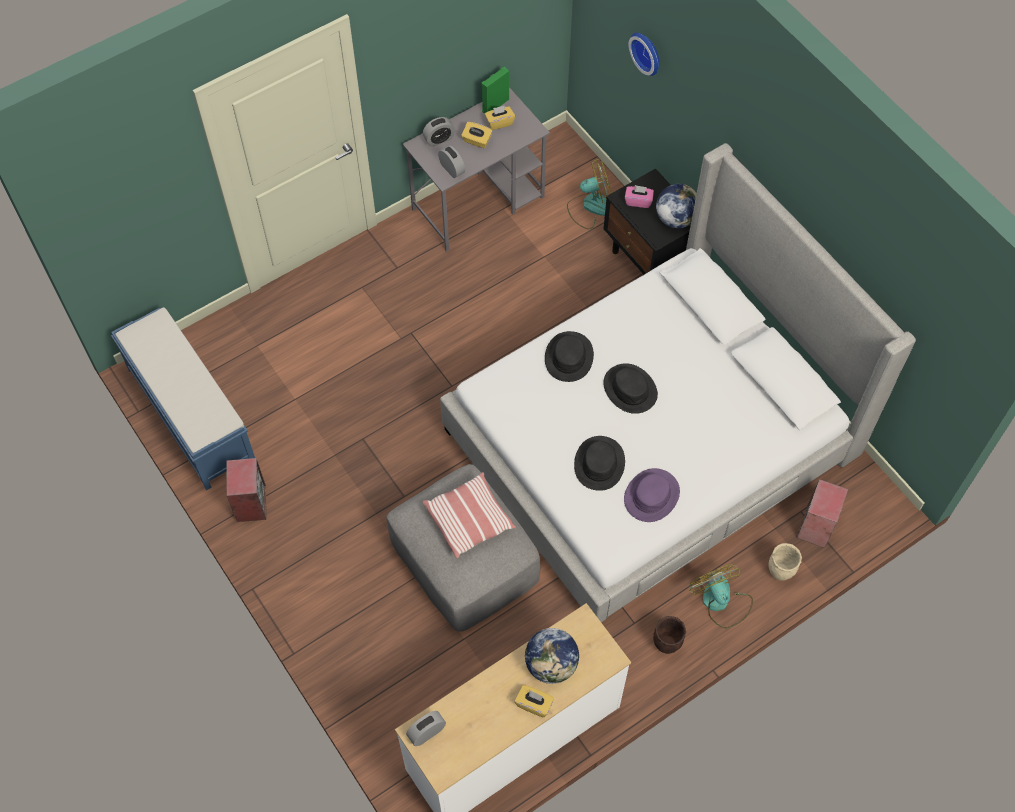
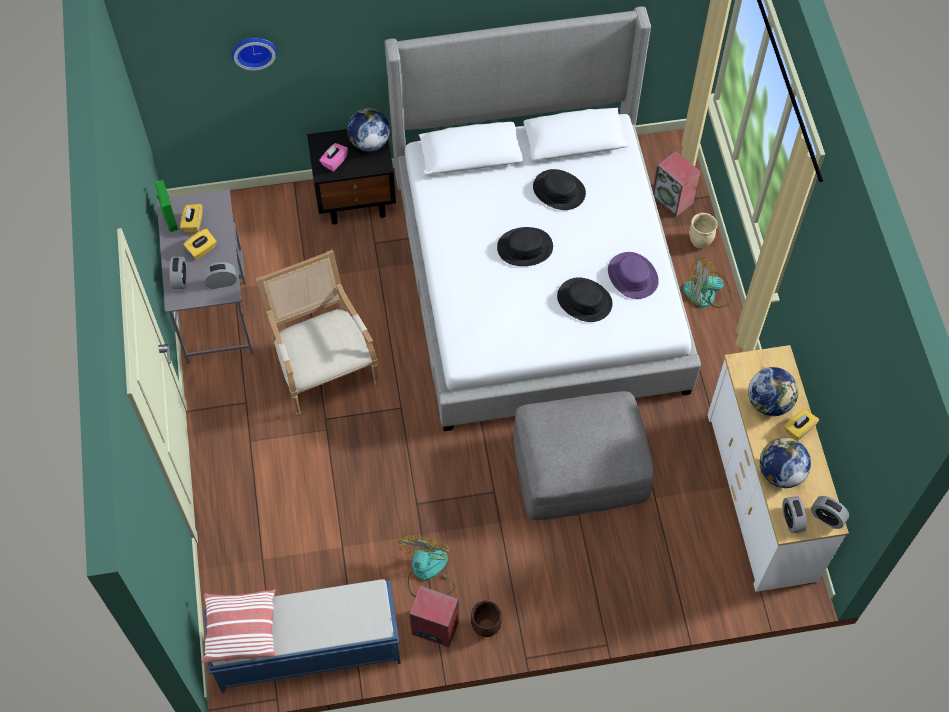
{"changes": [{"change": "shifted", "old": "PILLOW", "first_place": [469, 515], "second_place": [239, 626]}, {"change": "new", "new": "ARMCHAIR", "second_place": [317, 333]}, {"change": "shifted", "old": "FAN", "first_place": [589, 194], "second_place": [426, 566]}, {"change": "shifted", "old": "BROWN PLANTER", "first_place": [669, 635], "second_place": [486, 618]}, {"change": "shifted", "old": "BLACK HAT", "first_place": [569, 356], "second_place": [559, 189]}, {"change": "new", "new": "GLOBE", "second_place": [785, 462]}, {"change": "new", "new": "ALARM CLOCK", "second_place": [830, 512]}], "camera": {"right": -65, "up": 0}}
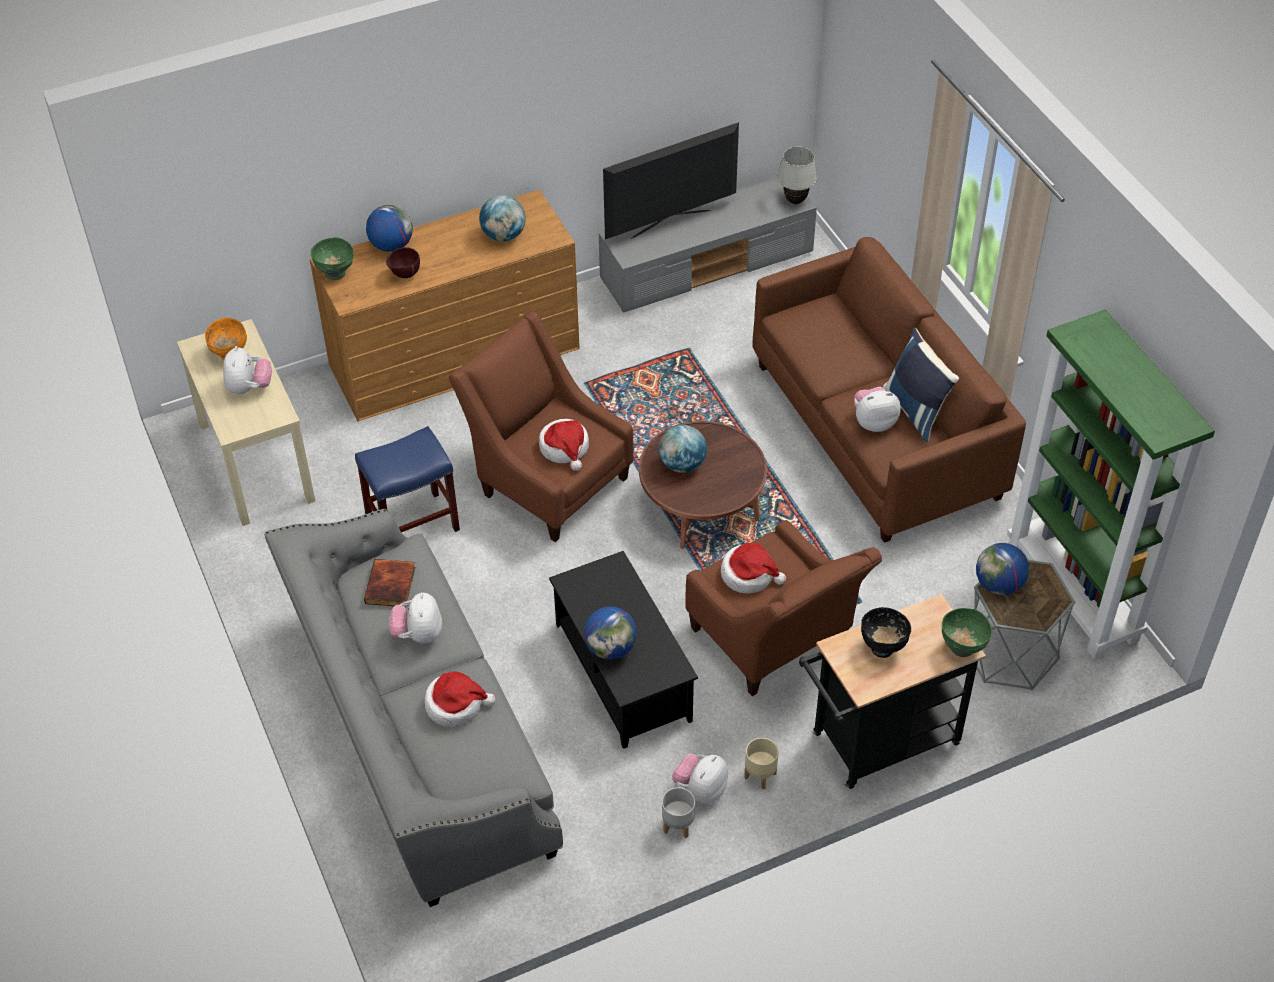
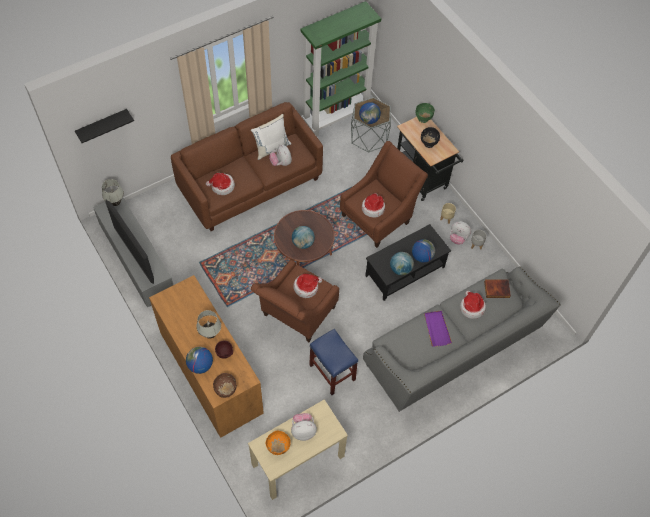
{"changes": [{"change": "new", "new": "BLACK SHELF", "second_place": [104, 126]}, {"change": "new", "new": "WHITE TABLE LAMP", "second_place": [208, 324]}, {"change": "new", "new": "HAT", "second_place": [220, 184]}, {"change": "repainted", "old": "GREEN BOWL", "new": "BROWN BOWL", "first_place": [332, 258], "second_place": [225, 385]}, {"change": "repainted", "old": "BLUE PILLOW", "new": "WHITE PILLOW", "first_place": [921, 385], "second_place": [271, 137]}, {"change": "shifted", "old": "GLOBE", "first_place": [502, 218], "second_place": [402, 263]}, {"change": "swapped", "old": "PLUSH TOY", "new": "PURPLE TRAY", "first_place": [415, 618], "second_place": [438, 328]}, {"change": "shifted", "old": "BOOK", "first_place": [389, 582], "second_place": [497, 288]}], "camera": {"right": -100, "up": 10}}
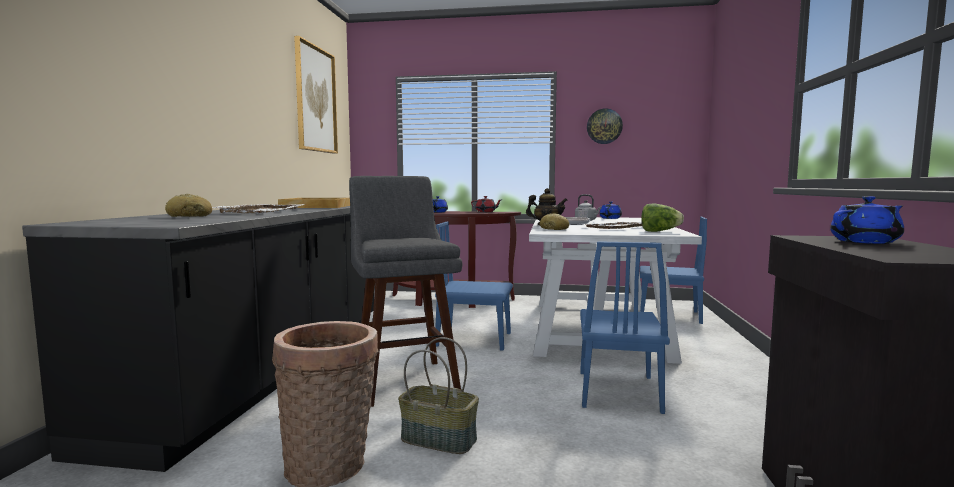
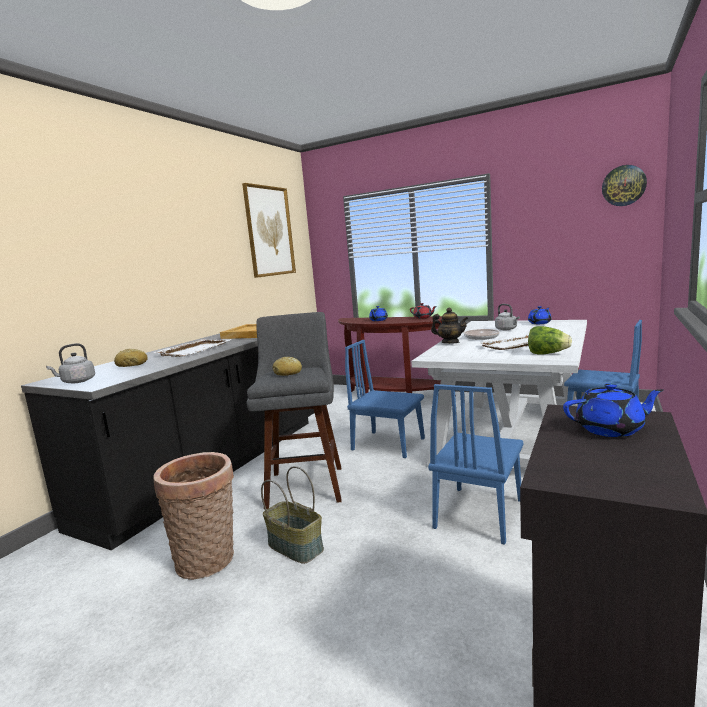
{"changes": [{"change": "new", "new": "GREY KETTLE", "second_place": [70, 363]}, {"change": "shifted", "old": "BREAD", "first_place": [554, 221], "second_place": [287, 366]}, {"change": "shifted", "old": "WALL CLOCK", "first_place": [605, 126], "second_place": [624, 185]}], "camera": {"right": 20, "up": 5}}
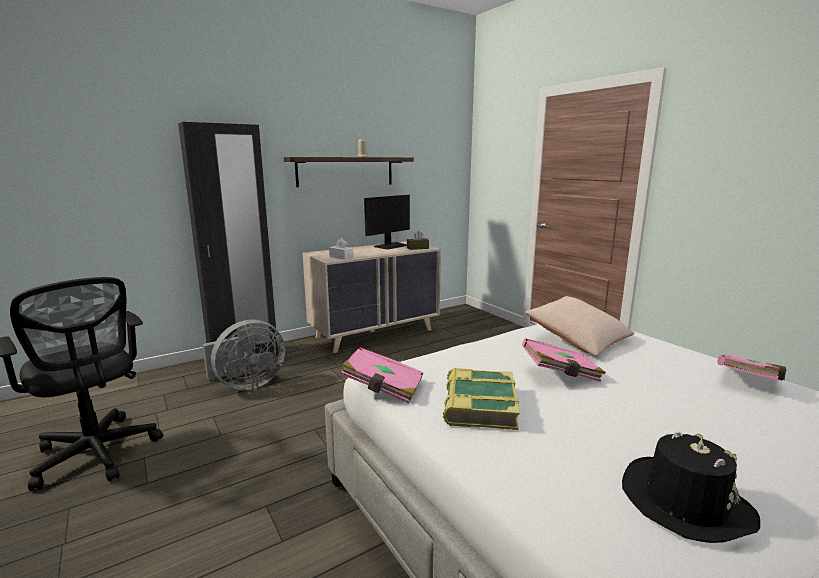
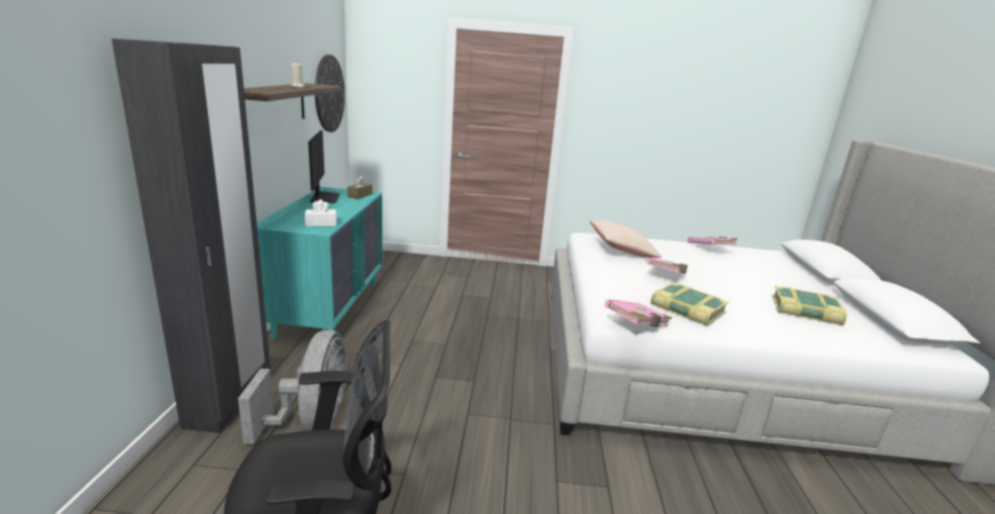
{"changes": [{"change": "repainted", "old": "BEIGE DRESSER", "new": "TURQUOISE DRESSER", "first_place": [371, 297], "second_place": [320, 263]}, {"change": "new", "new": "WALL CLOCK", "second_place": [330, 93]}, {"change": "swapped", "old": "BLACK HAT", "new": "BOOK", "first_place": [691, 487], "second_place": [809, 305]}], "camera": {"right": -55, "up": 5}}
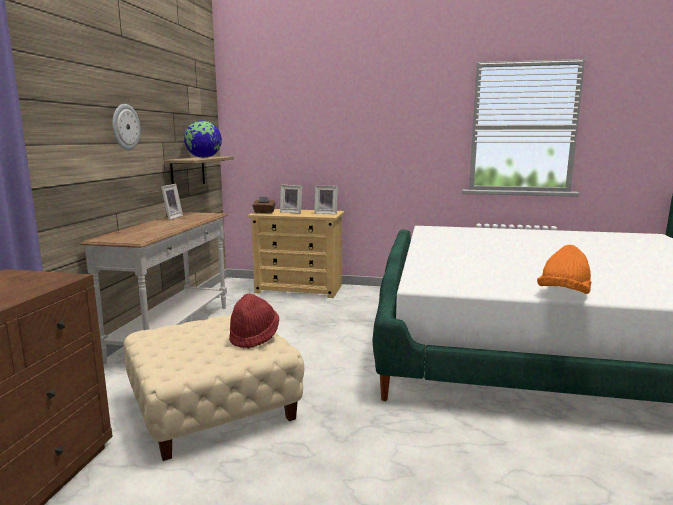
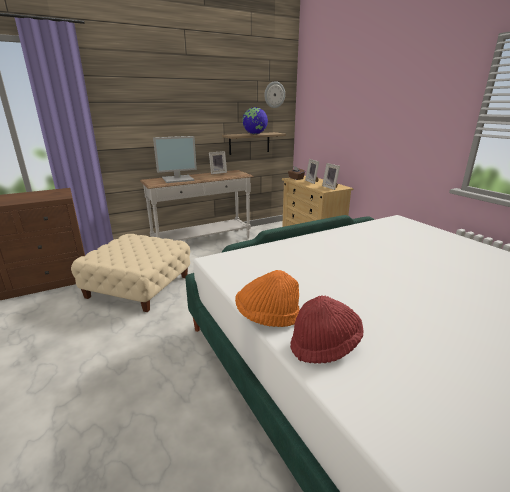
{"changes": [{"change": "new", "new": "MONITOR", "second_place": [175, 159]}, {"change": "shifted", "old": "WALL CLOCK", "first_place": [126, 127], "second_place": [274, 94]}, {"change": "shifted", "old": "RED HAT", "first_place": [254, 321], "second_place": [326, 329]}], "camera": {"right": 50, "up": 10}}
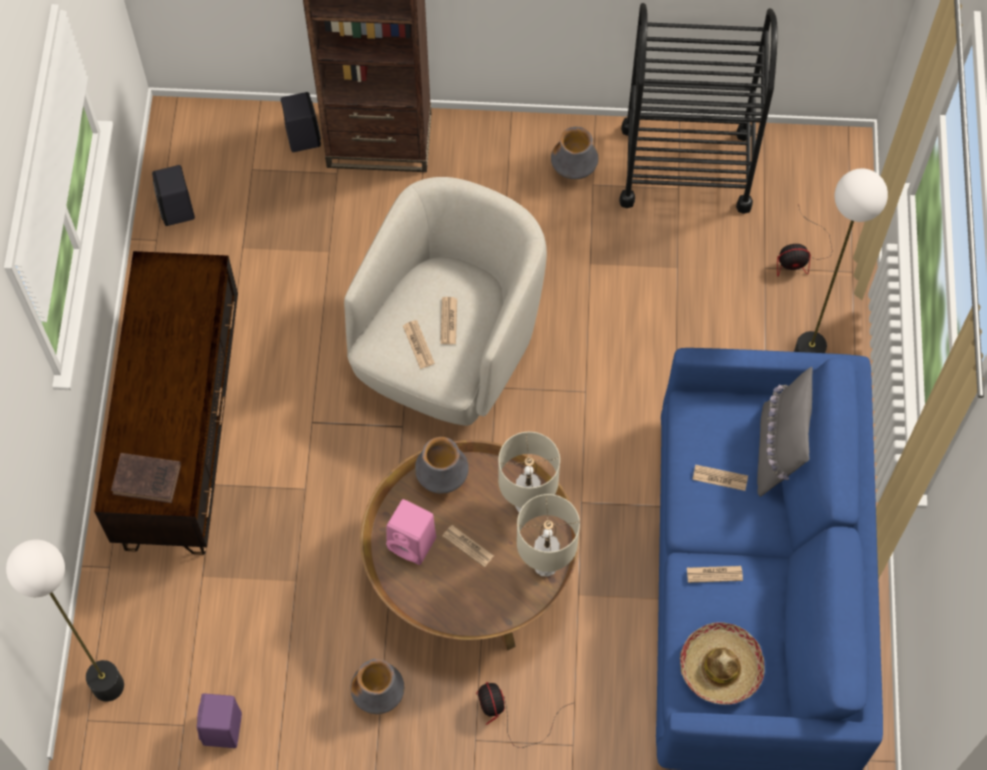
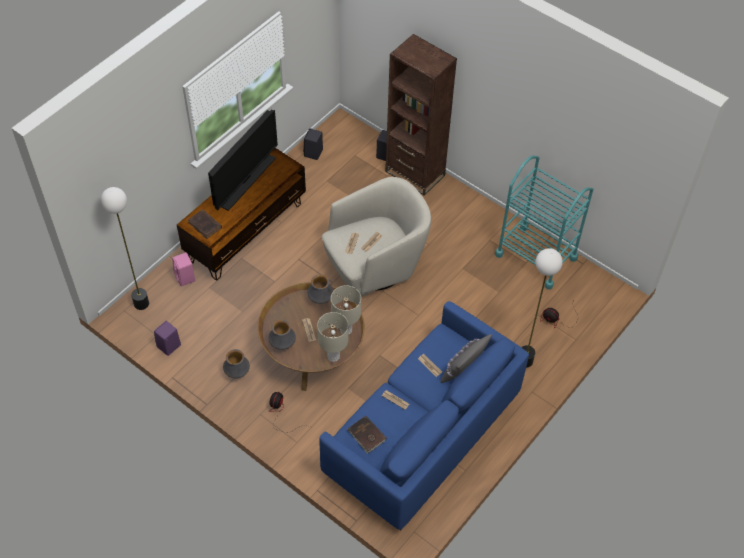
{"changes": [{"change": "shifted", "old": "PINK SPEAKER", "first_place": [411, 532], "second_place": [183, 269]}, {"change": "new", "new": "TELEVISION", "second_place": [243, 160]}, {"change": "shifted", "old": "VASE", "first_place": [574, 153], "second_place": [282, 335]}, {"change": "swapped", "old": "HAT", "new": "BROWN BOOK", "first_place": [722, 663], "second_place": [367, 434]}, {"change": "repainted", "old": "BLACK CART", "new": "TURQUOISE CART", "first_place": [698, 108], "second_place": [544, 223]}], "camera": {"right": 35, "up": -10}}
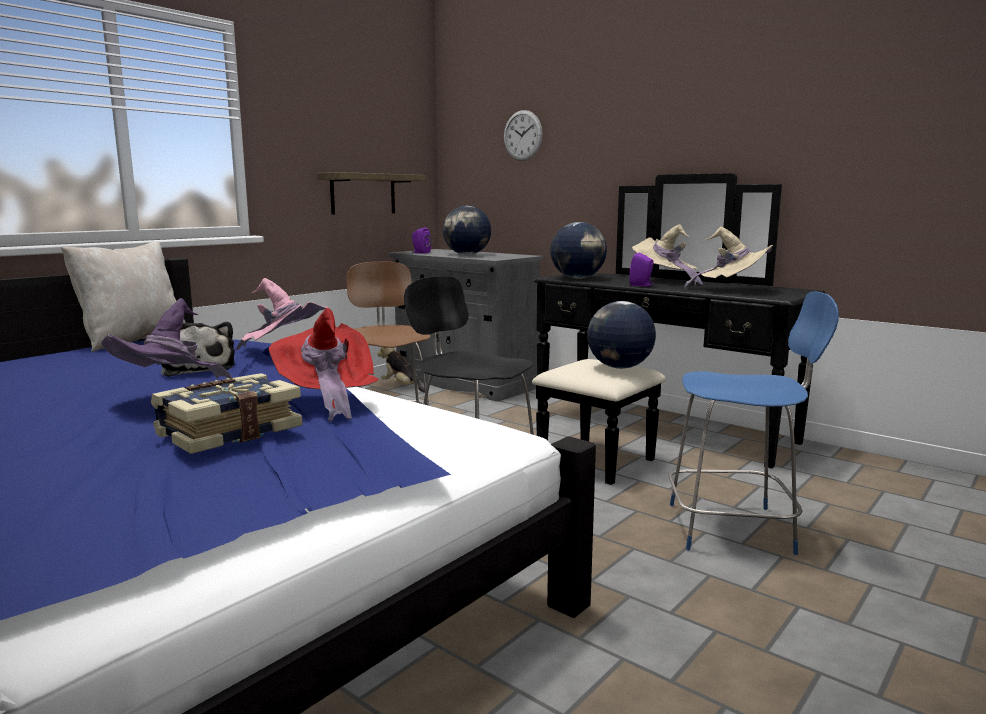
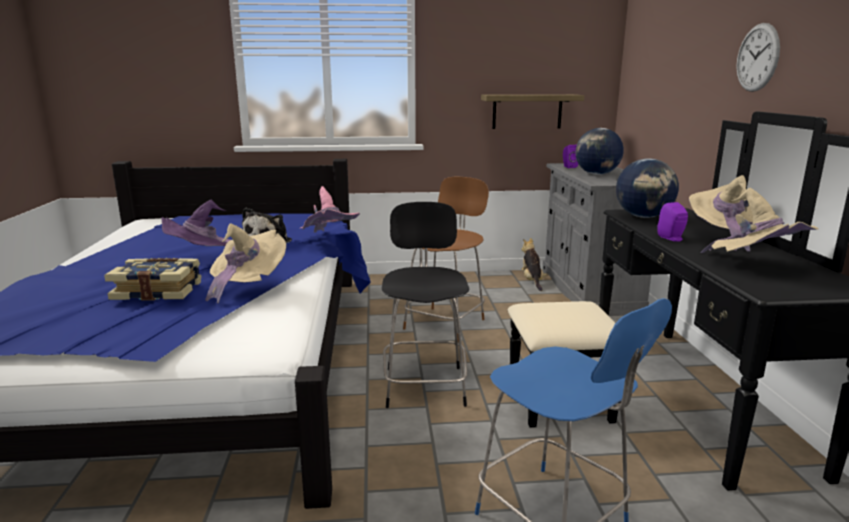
{"changes": [{"change": "repainted", "old": "RED HAT", "new": "BEIGE HAT", "first_place": [324, 365], "second_place": [245, 264]}, {"change": "shifted", "old": "WALL CLOCK", "first_place": [523, 135], "second_place": [758, 57]}, {"change": "gone", "old": "BEIGE PILLOW", "first_place": [123, 297]}, {"change": "gone", "old": "GLOBE", "first_place": [621, 335]}], "camera": {"right": 45, "up": 5}}
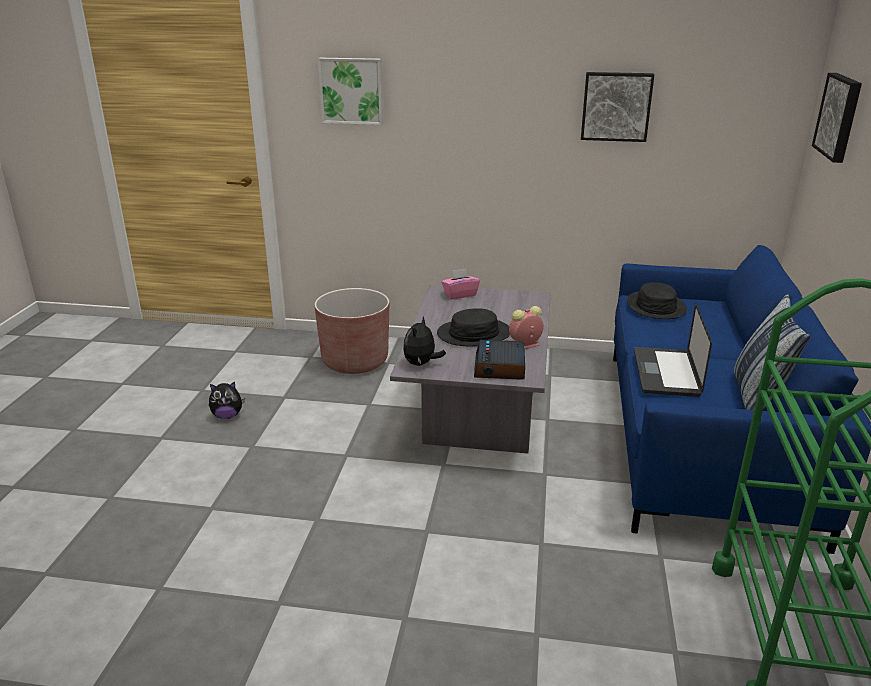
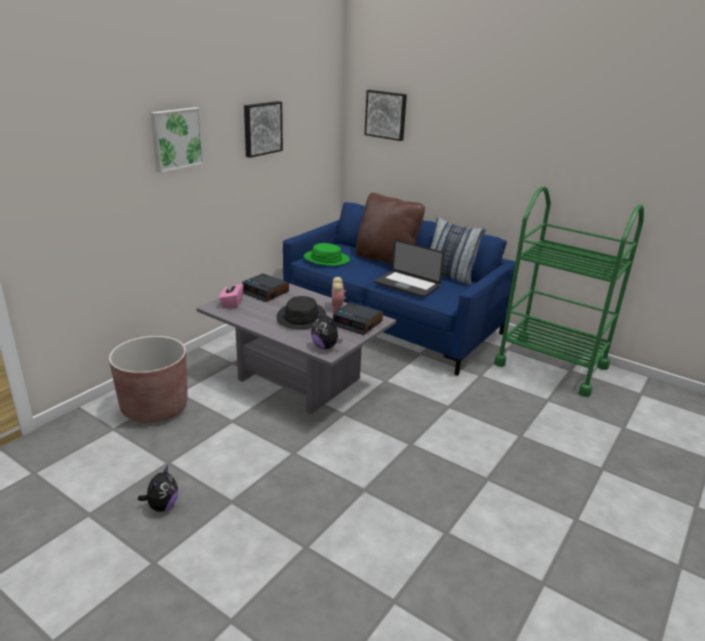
{"changes": [{"change": "shifted", "old": "PICTURE", "first_place": [350, 91], "second_place": [177, 140]}, {"change": "new", "new": "ALARM CLOCK", "second_place": [265, 287]}, {"change": "repainted", "old": "BLACK HAT", "new": "GREEN HAT", "first_place": [657, 300], "second_place": [327, 254]}, {"change": "new", "new": "BROWN PILLOW", "second_place": [390, 229]}], "camera": {"right": -65, "up": 0}}
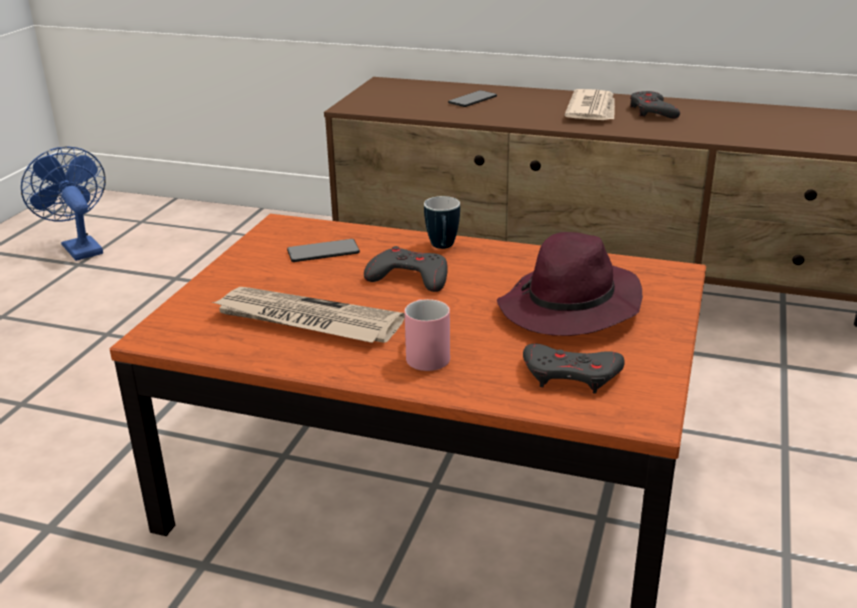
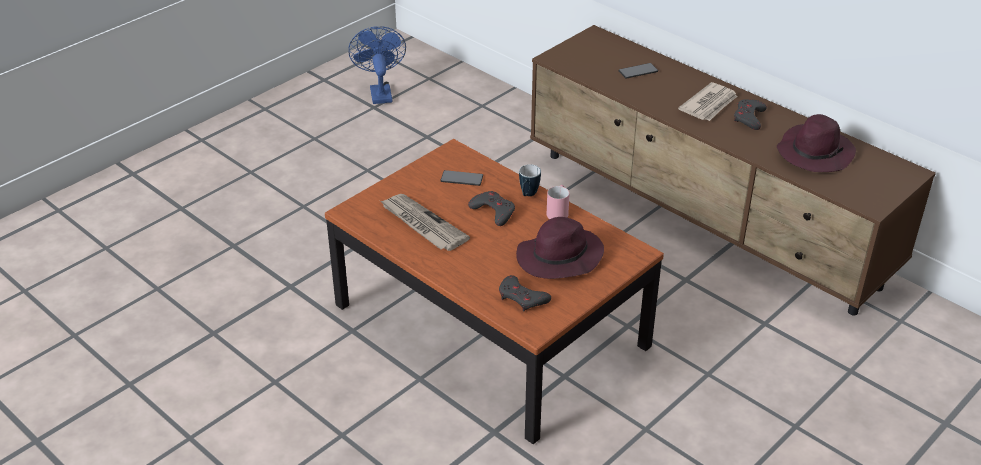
{"changes": [{"change": "shifted", "old": "PINK MUG", "first_place": [427, 335], "second_place": [558, 202]}, {"change": "new", "new": "PURPLE HAT", "second_place": [816, 143]}], "camera": {"right": 25, "up": 10}}
